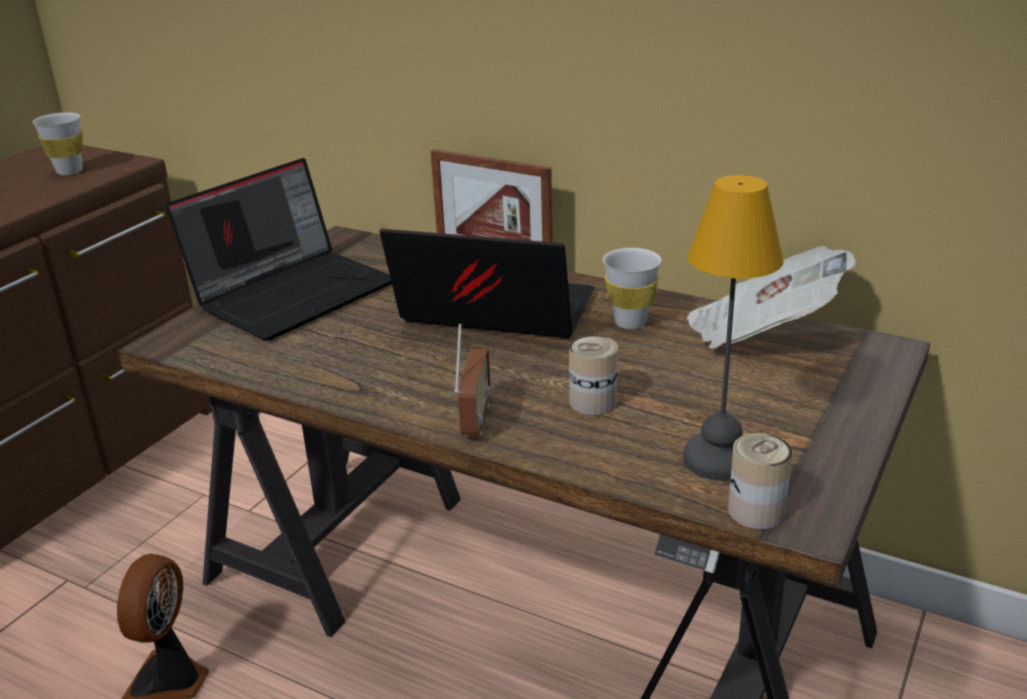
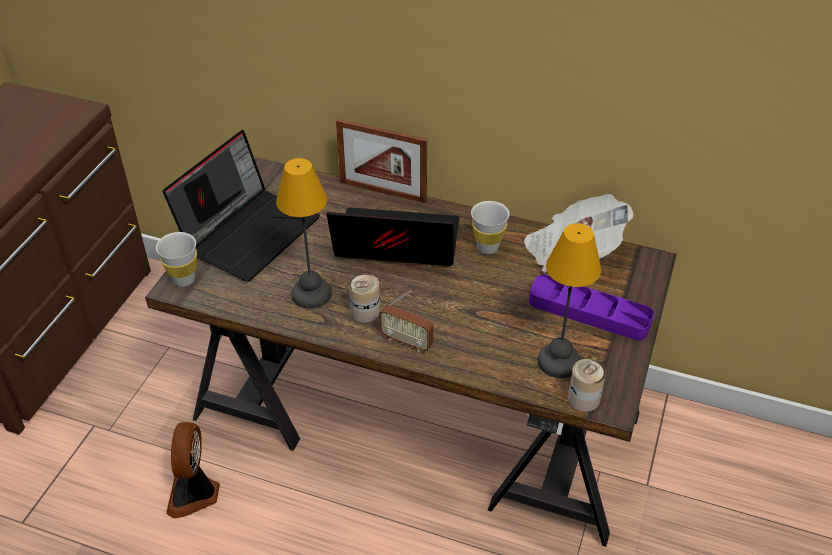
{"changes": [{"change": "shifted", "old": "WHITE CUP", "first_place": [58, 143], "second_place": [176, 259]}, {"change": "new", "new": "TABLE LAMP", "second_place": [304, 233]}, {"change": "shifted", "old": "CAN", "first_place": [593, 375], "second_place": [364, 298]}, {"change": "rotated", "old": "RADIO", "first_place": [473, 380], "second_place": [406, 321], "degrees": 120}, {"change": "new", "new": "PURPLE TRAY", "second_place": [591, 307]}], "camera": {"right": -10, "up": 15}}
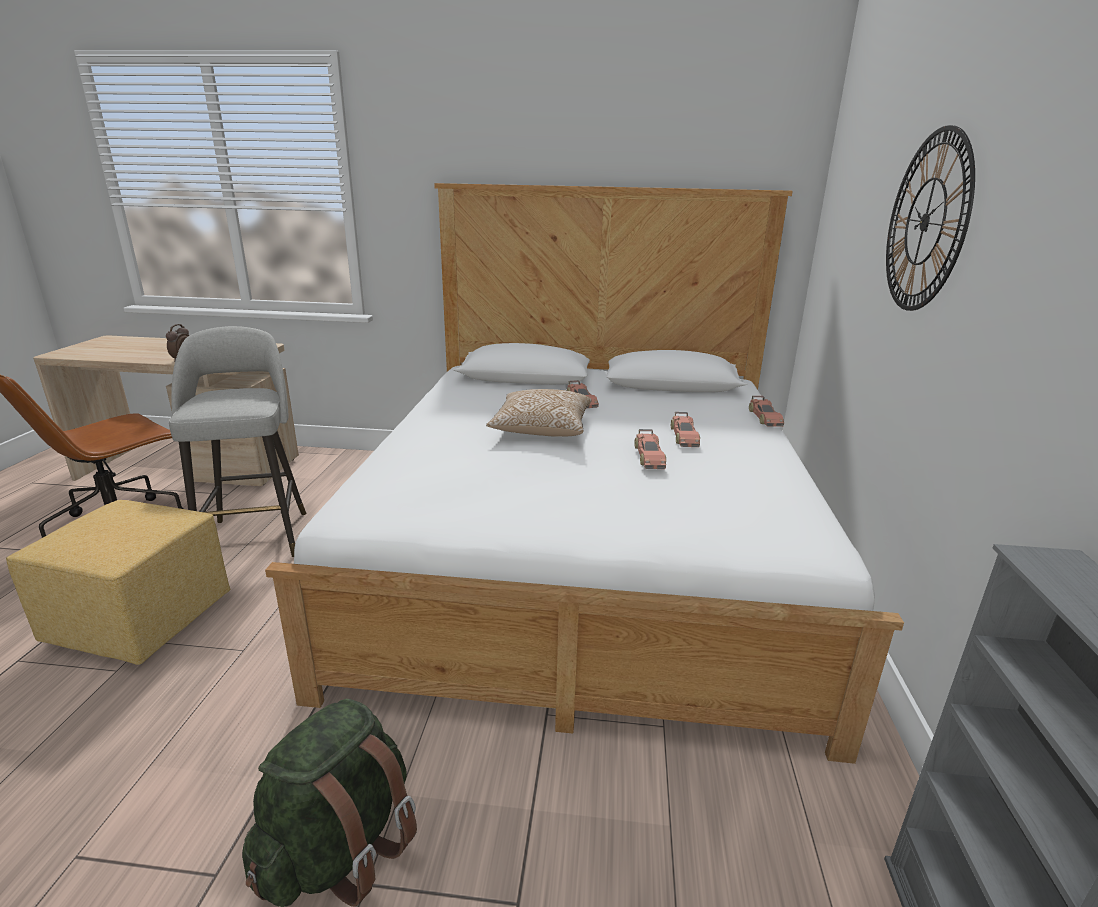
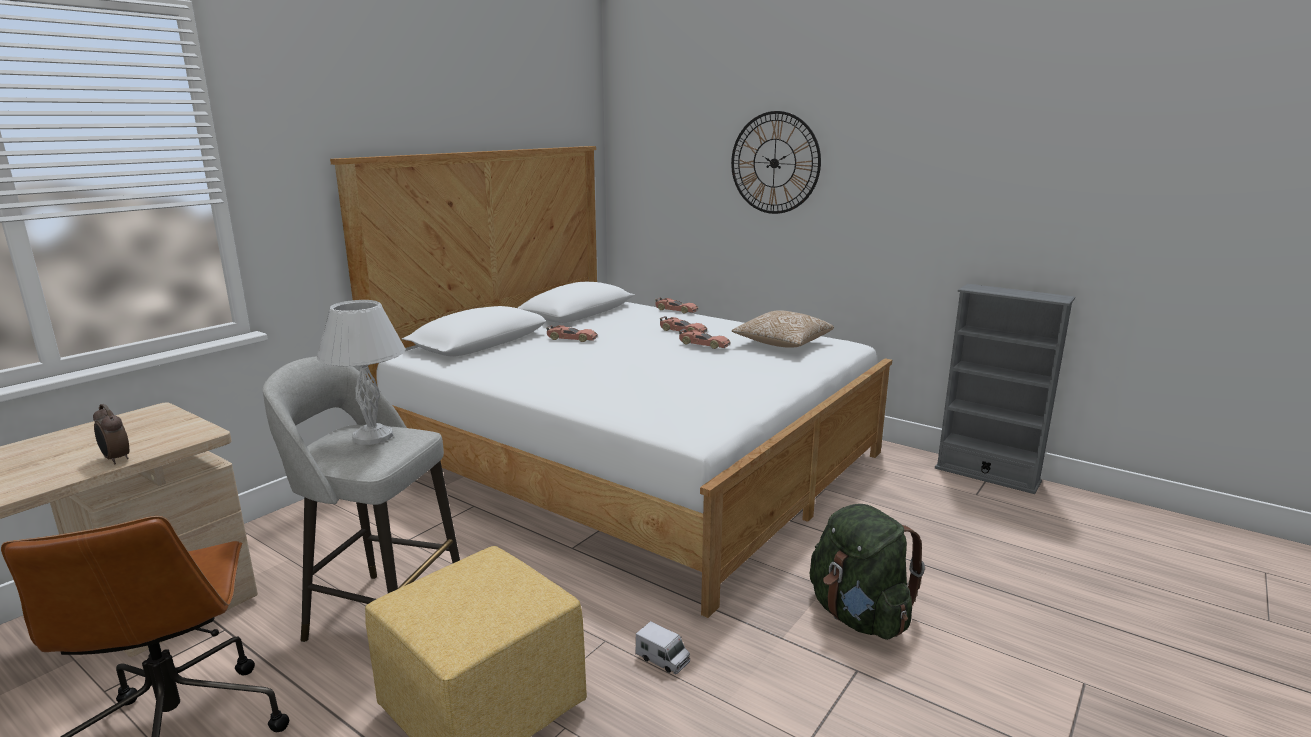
{"changes": [{"change": "new", "new": "WHITE TABLE LAMP", "second_place": [360, 372]}, {"change": "new", "new": "TOY TRUCK", "second_place": [663, 647]}, {"change": "shifted", "old": "PILLOW", "first_place": [539, 413], "second_place": [783, 329]}], "camera": {"right": -60, "up": -5}}
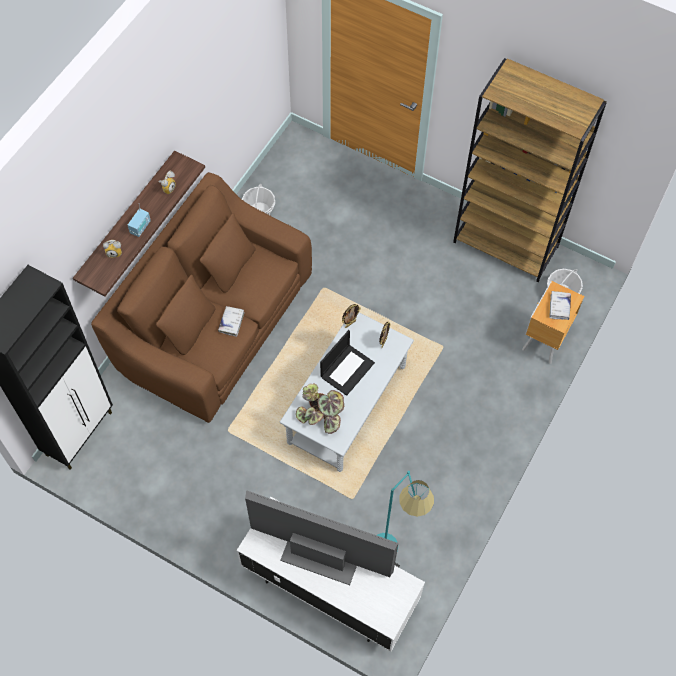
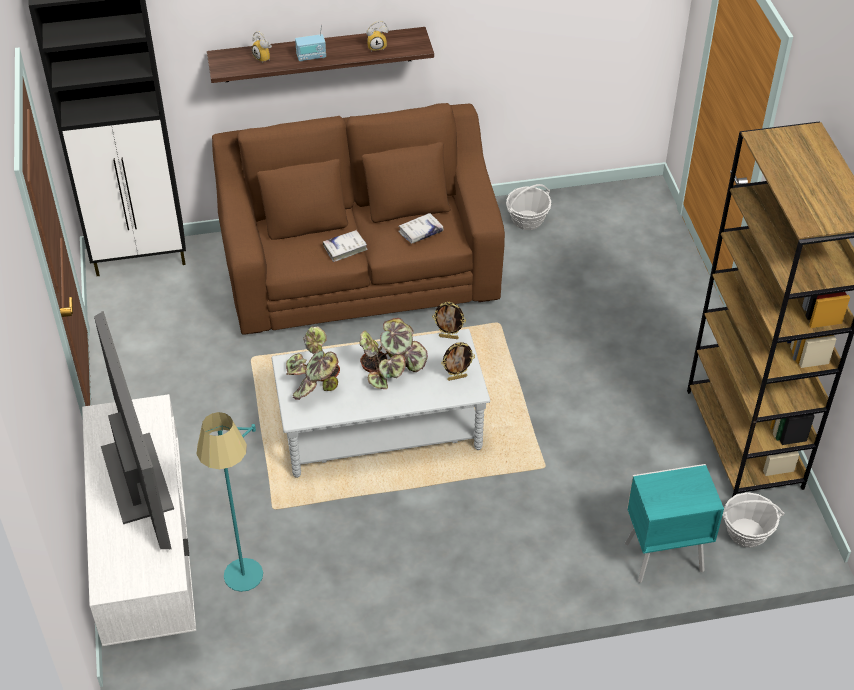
{"changes": [{"change": "swapped", "old": "LAPTOP", "new": "POTTED PLANT", "first_place": [347, 363], "second_place": [393, 353]}, {"change": "shifted", "old": "WHITE BOOK", "first_place": [560, 305], "second_place": [420, 228]}, {"change": "repainted", "old": "BROWN NIGHTSTAND", "new": "TURQUOISE NIGHTSTAND", "first_place": [553, 322], "second_place": [674, 523]}], "camera": {"right": 50, "up": -15}}
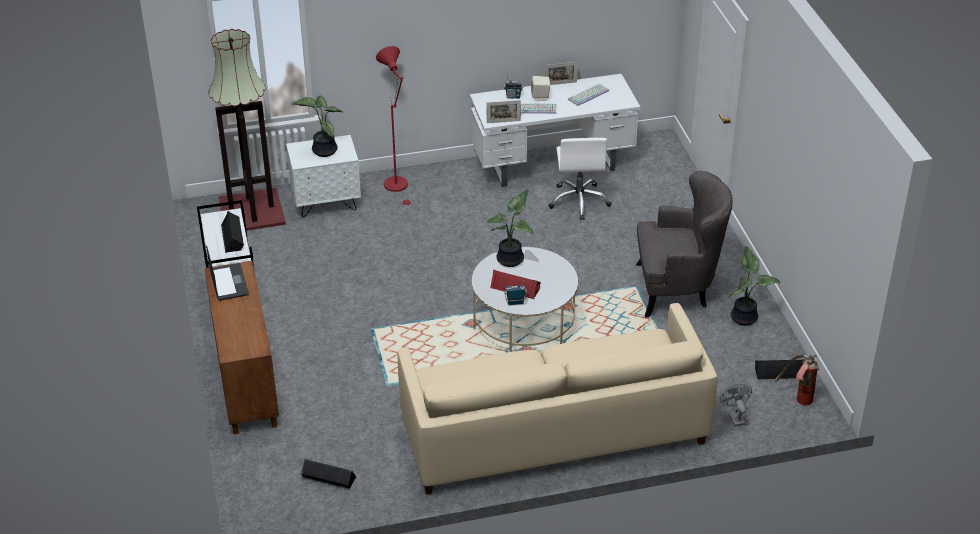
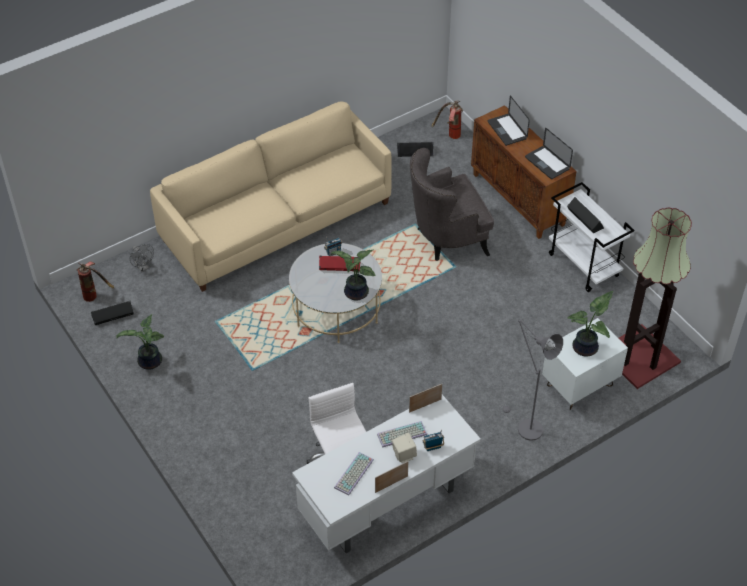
{"changes": [{"change": "shifted", "old": "GREY ARMCHAIR", "first_place": [684, 244], "second_place": [452, 204]}, {"change": "new", "new": "FIRE EXTINGUISHER", "second_place": [447, 120]}, {"change": "new", "new": "LAPTOP", "second_place": [509, 121]}, {"change": "repainted", "old": "RED FLOOR LAMP", "new": "GREY FLOOR LAMP", "first_place": [395, 126], "second_place": [531, 380]}], "camera": {"right": 160, "up": 10}}
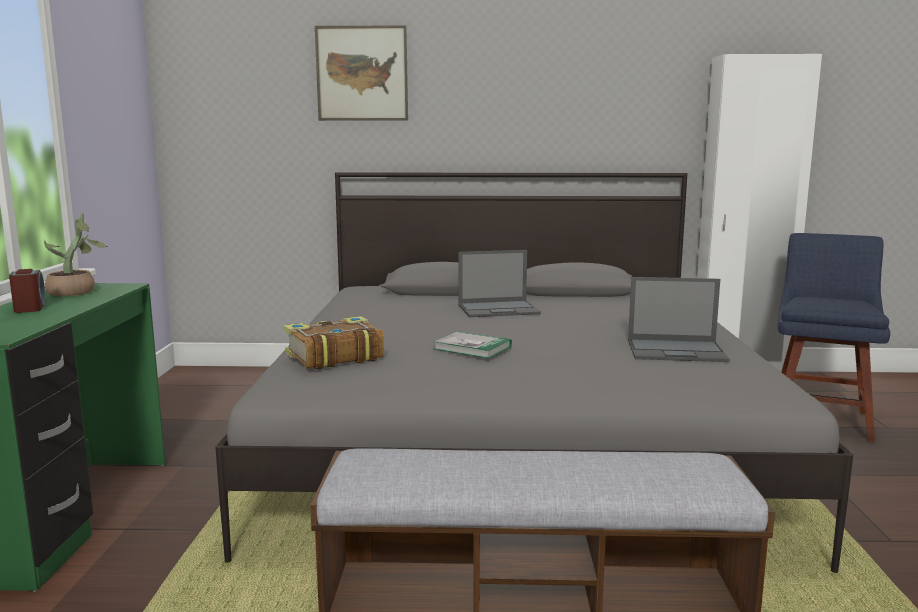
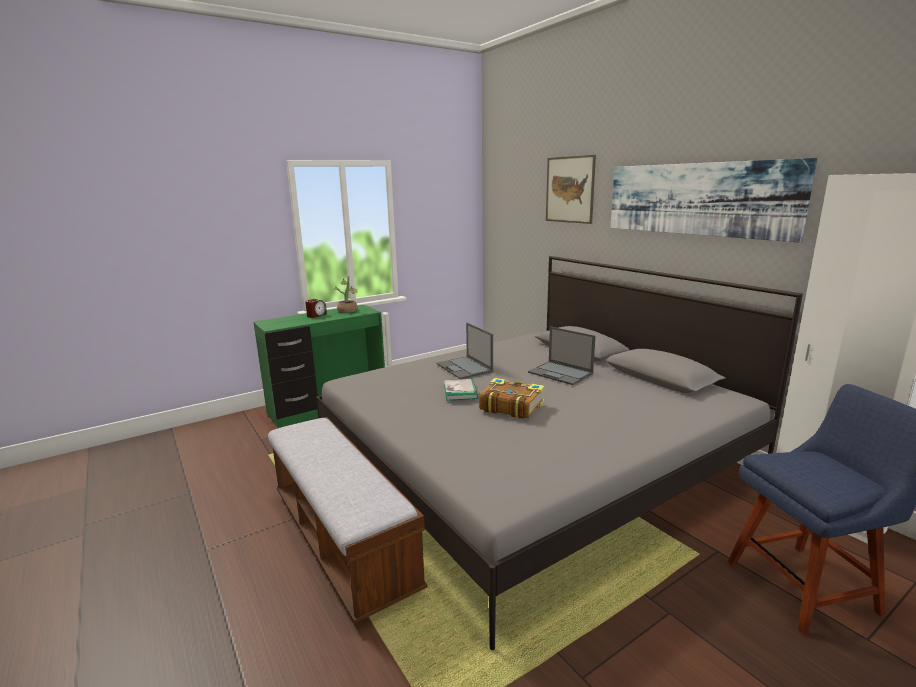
{"changes": [{"change": "shifted", "old": "LAPTOP", "first_place": [679, 319], "second_place": [464, 351]}, {"change": "shifted", "old": "BOOK", "first_place": [334, 342], "second_place": [512, 398]}, {"change": "new", "new": "PICTURE", "second_place": [713, 200]}], "camera": {"right": 55, "up": 5}}
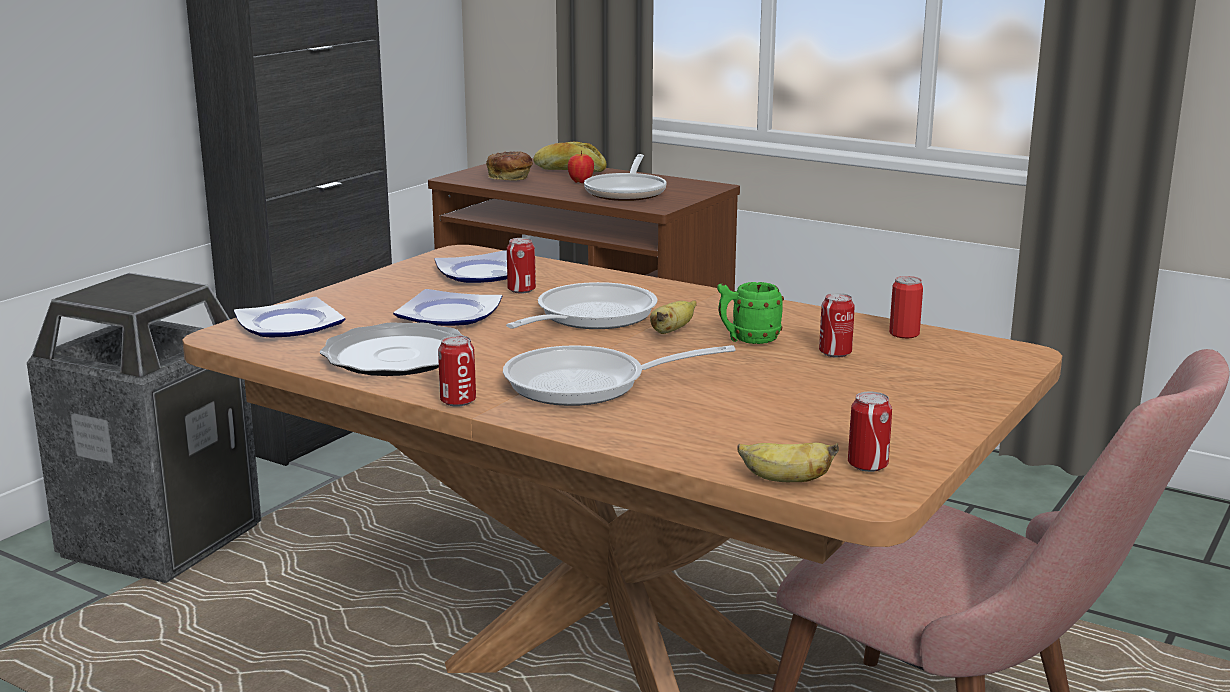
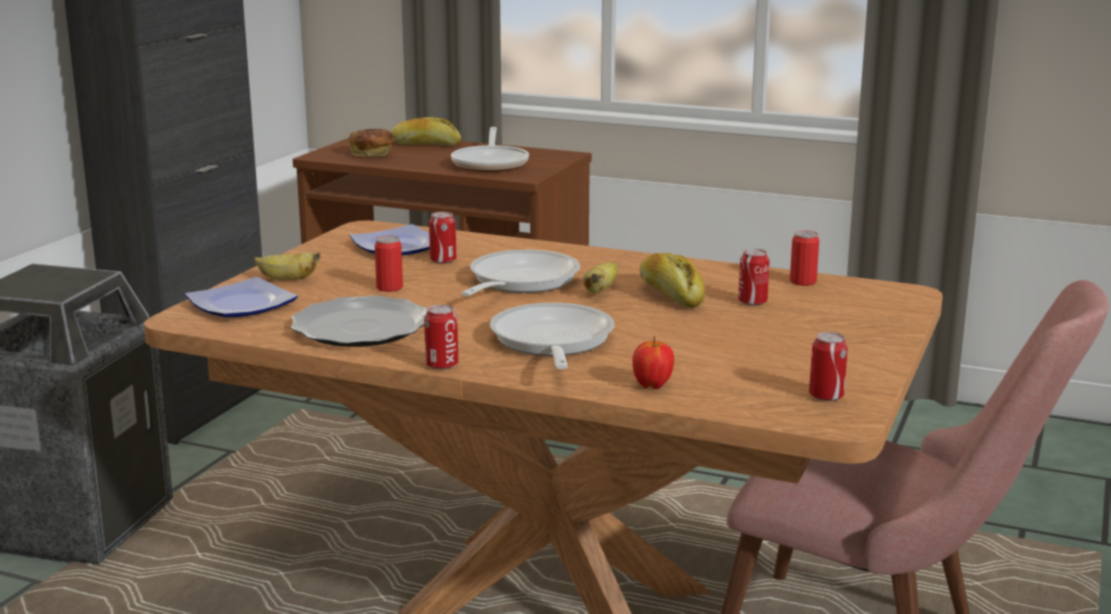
{"changes": [{"change": "shifted", "old": "BANANA", "first_place": [788, 462], "second_place": [287, 266]}, {"change": "swapped", "old": "PLATE", "new": "CAN", "first_place": [447, 307], "second_place": [389, 264]}, {"change": "rotated", "old": "FRYING PAN", "first_place": [619, 375], "second_place": [552, 336], "degrees": 105}, {"change": "shifted", "old": "APPLE", "first_place": [581, 167], "second_place": [653, 363]}, {"change": "swapped", "old": "GREEN MUG", "new": "BREAD", "first_place": [750, 313], "second_place": [672, 280]}], "camera": {"right": -10, "up": 0}}
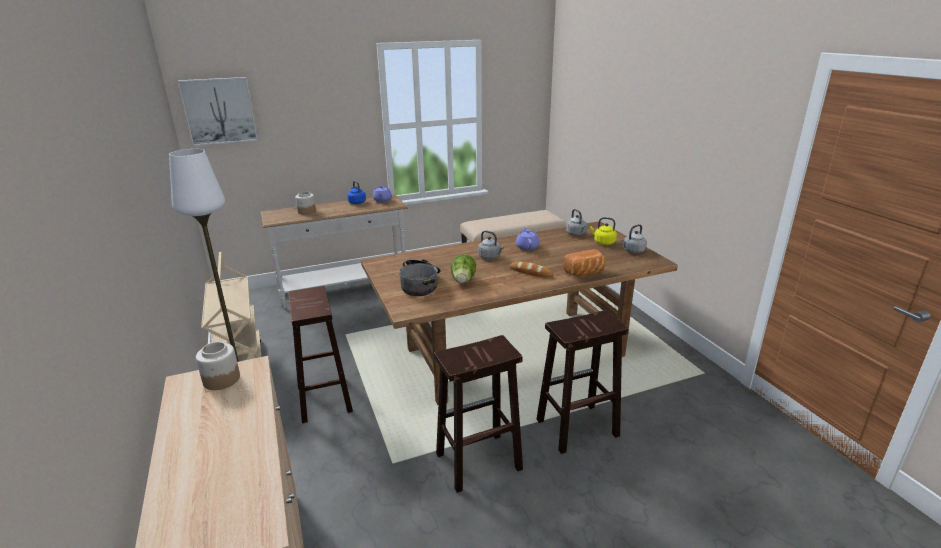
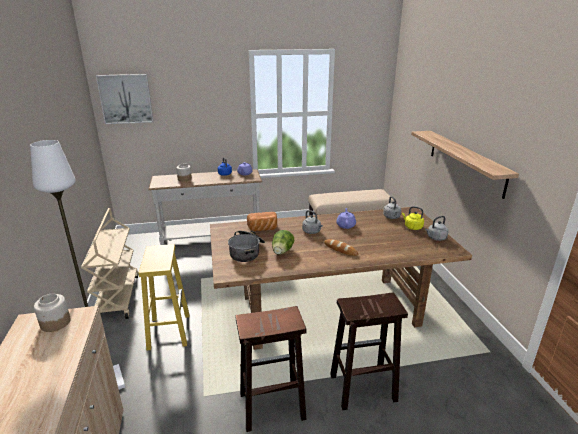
{"changes": [{"change": "repainted", "old": "BROWN STOOL", "new": "YELLOW STOOL", "first_place": [320, 354], "second_place": [164, 297]}, {"change": "shifted", "old": "BREAD", "first_place": [584, 263], "second_place": [262, 221]}, {"change": "new", "new": "SHELF", "second_place": [465, 165]}], "camera": {"right": 10, "up": 0}}
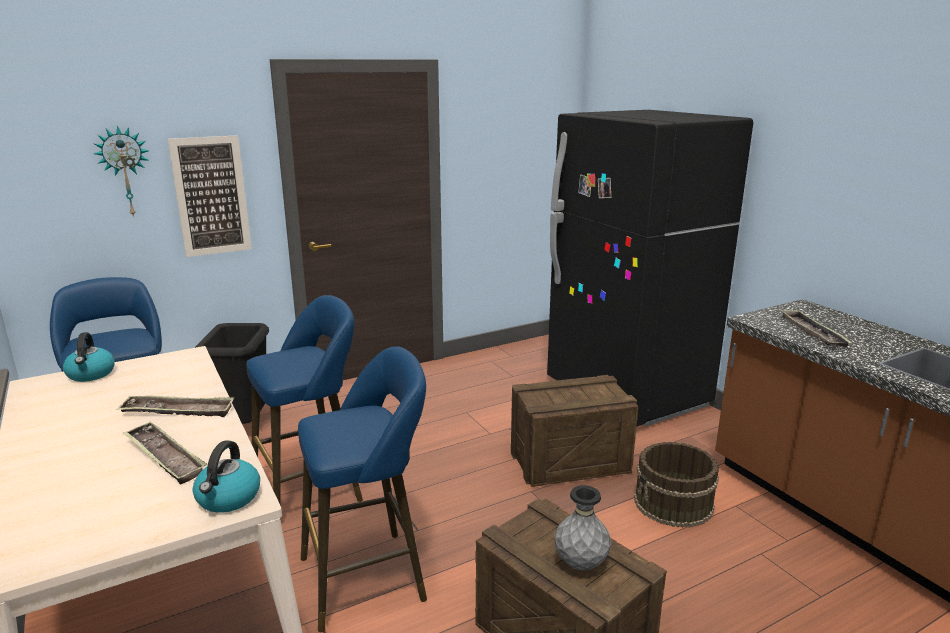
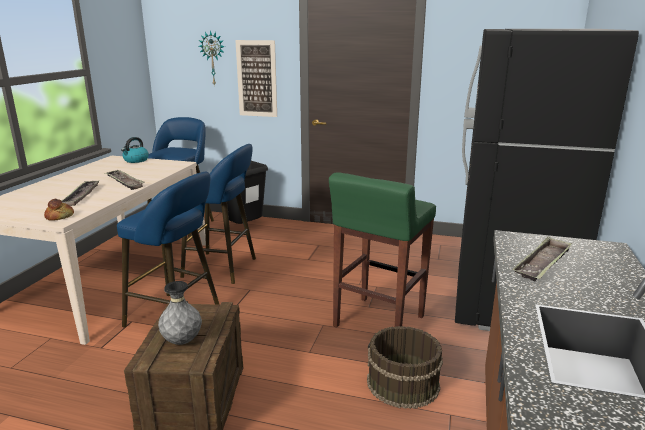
{"changes": [{"change": "swapped", "old": "KETTLE", "new": "BREAD", "first_place": [226, 476], "second_place": [59, 209]}, {"change": "swapped", "old": "CRATE", "new": "GREEN STOOL", "first_place": [575, 431], "second_place": [382, 250]}], "camera": {"right": 45, "up": 0}}
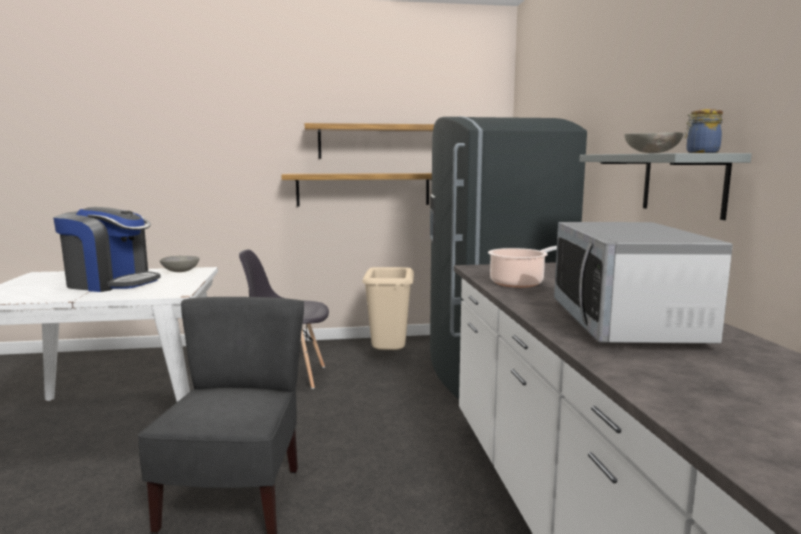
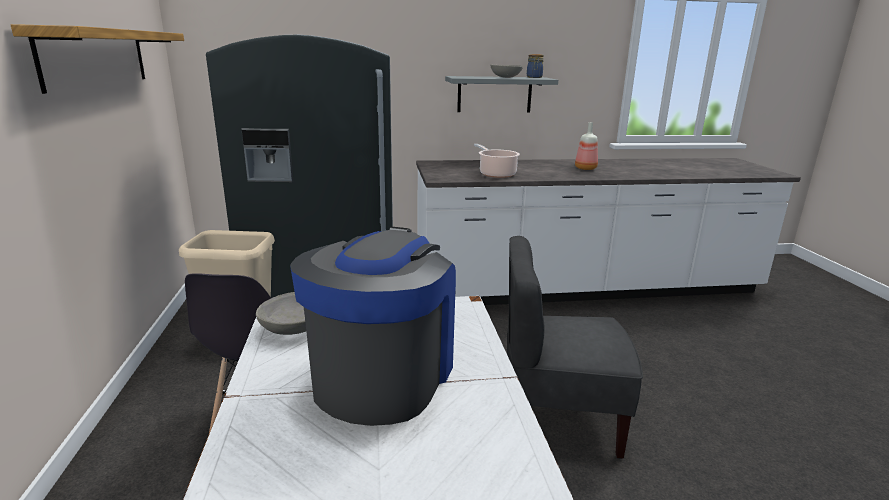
{"changes": [{"change": "swapped", "old": "MICROWAVE", "new": "BOTTLE", "first_place": [643, 283], "second_place": [586, 146]}, {"change": "gone", "old": "SHELF", "first_place": [356, 189]}], "camera": {"right": -90, "up": 10}}
